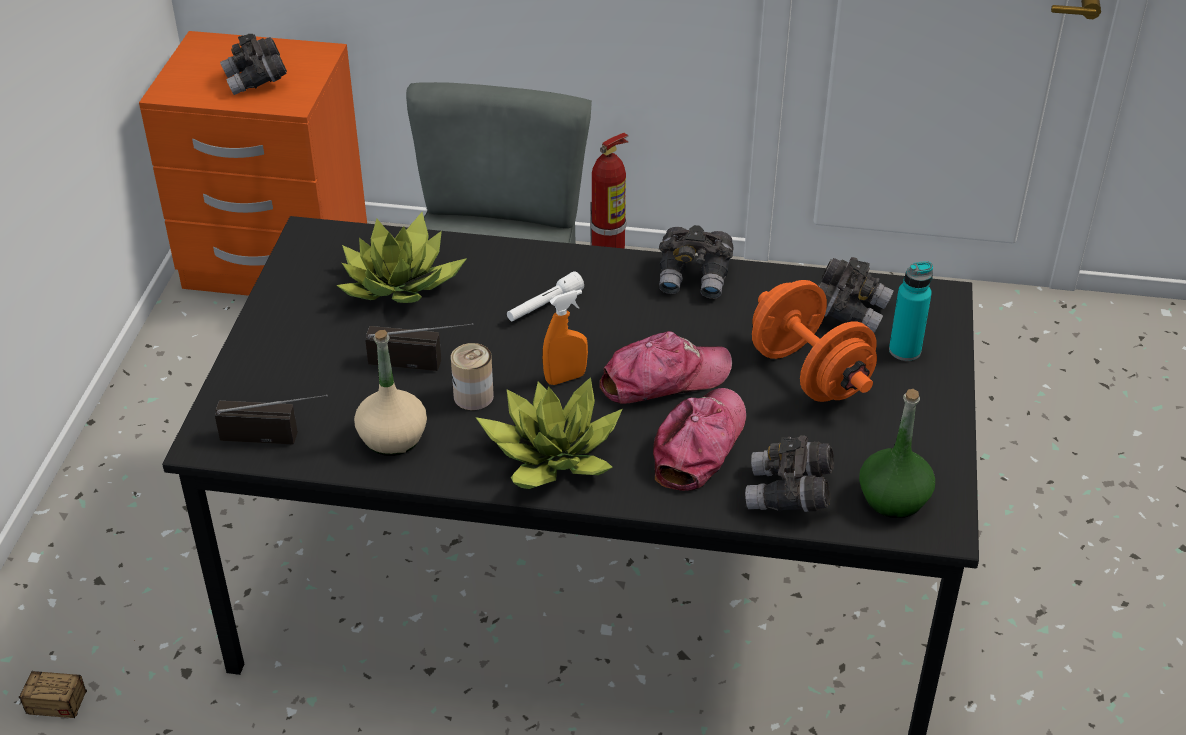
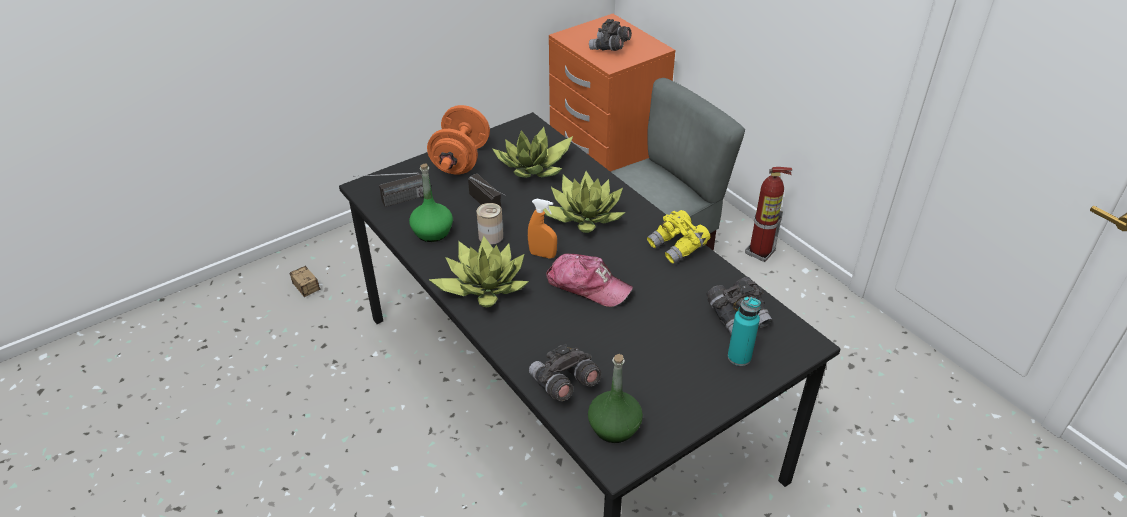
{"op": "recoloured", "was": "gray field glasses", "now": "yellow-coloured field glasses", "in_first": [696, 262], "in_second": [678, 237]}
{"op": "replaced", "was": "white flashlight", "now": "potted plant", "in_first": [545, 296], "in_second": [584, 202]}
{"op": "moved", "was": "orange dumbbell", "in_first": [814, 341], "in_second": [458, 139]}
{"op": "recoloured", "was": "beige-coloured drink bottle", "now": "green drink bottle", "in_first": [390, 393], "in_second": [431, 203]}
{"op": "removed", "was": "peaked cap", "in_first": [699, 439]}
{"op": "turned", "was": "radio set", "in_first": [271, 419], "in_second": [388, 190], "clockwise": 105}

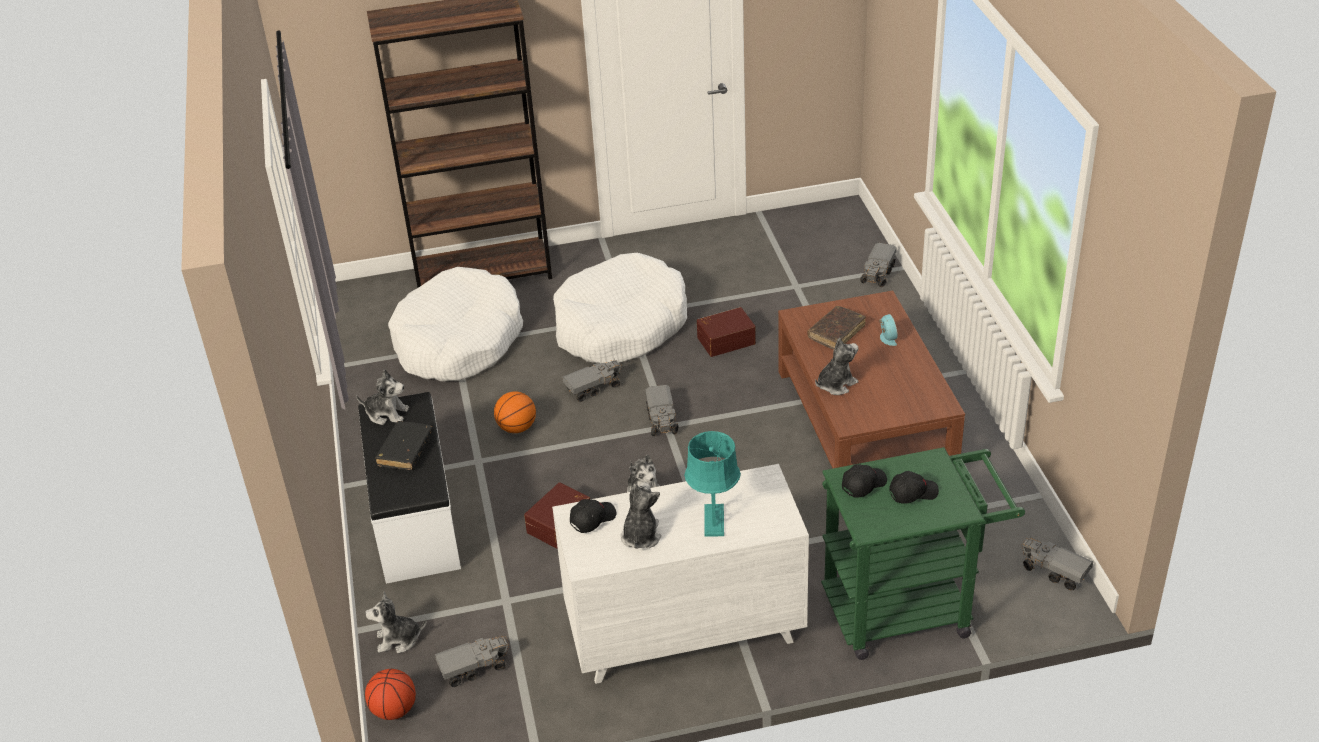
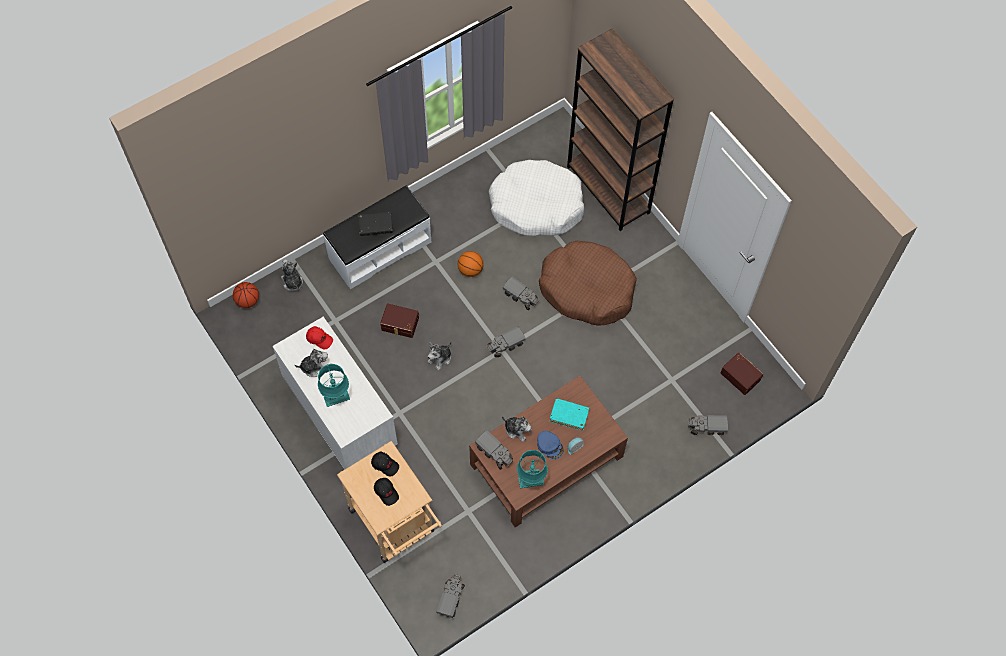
{"op": "recoloured", "was": "white dog cushion", "now": "brown-coloured dog cushion", "in_first": [620, 308], "in_second": [588, 283]}
{"op": "recoloured", "was": "brown-coloured volume", "now": "turquoise-coloured volume", "in_first": [837, 328], "in_second": [569, 414]}
{"op": "moved", "was": "brown-coloured storage container", "in_first": [726, 332], "in_second": [742, 373]}
{"op": "removed", "was": "cuddly toy", "in_first": [382, 397]}
{"op": "recoloured", "was": "green wheeled cart", "now": "beige-coloured wheeled cart", "in_first": [923, 553], "in_second": [389, 502]}
{"op": "recoloured", "was": "blackish peaked cap", "now": "red peaked cap", "in_first": [593, 516], "in_second": [319, 338]}
{"op": "moved", "was": "toy truck", "in_first": [472, 661], "in_second": [494, 450]}
{"op": "added", "now": "blue peaked cap", "in_second": [550, 445]}
{"op": "added", "now": "turquoise-coloured table lamp", "in_second": [532, 469]}

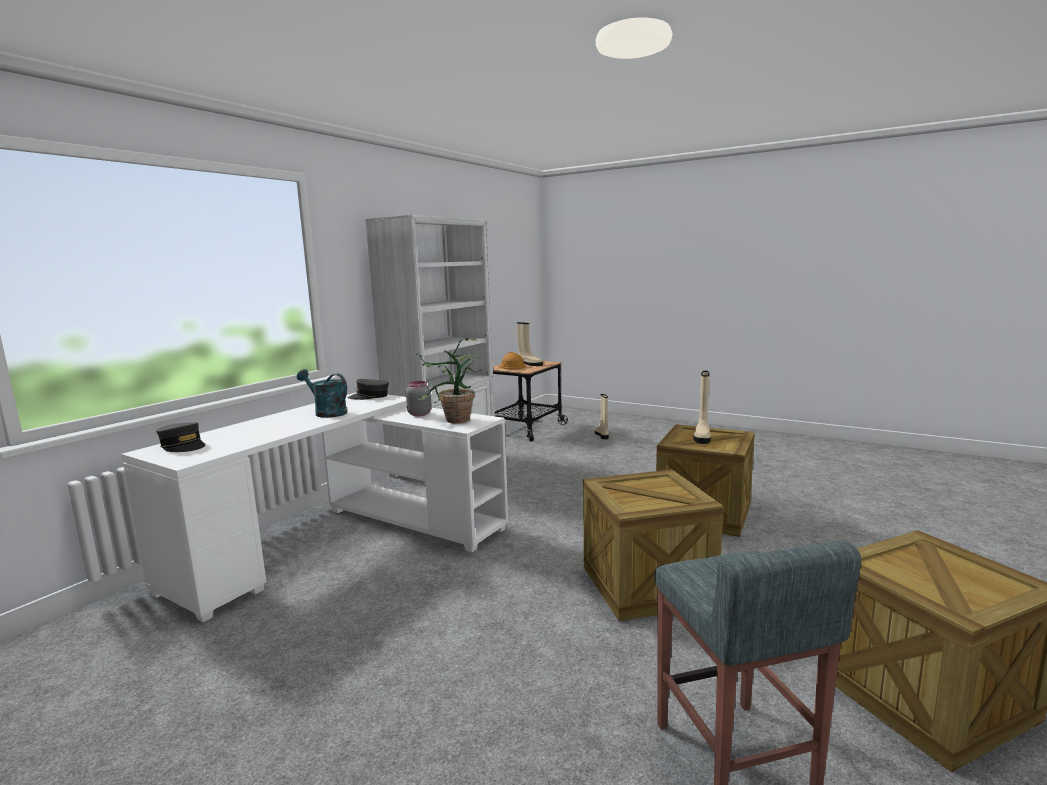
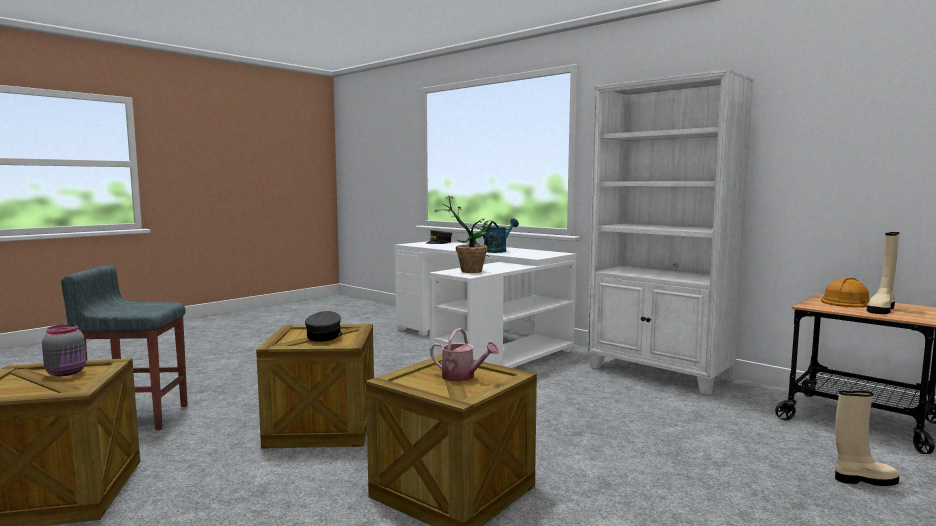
{"op": "replaced", "was": "beige-coloured boot", "now": "sprinkling can", "in_first": [702, 407], "in_second": [464, 355]}
{"op": "moved", "was": "gray peaked cap", "in_first": [368, 389], "in_second": [323, 326]}
{"op": "moved", "was": "gray jar", "in_first": [419, 398], "in_second": [64, 350]}

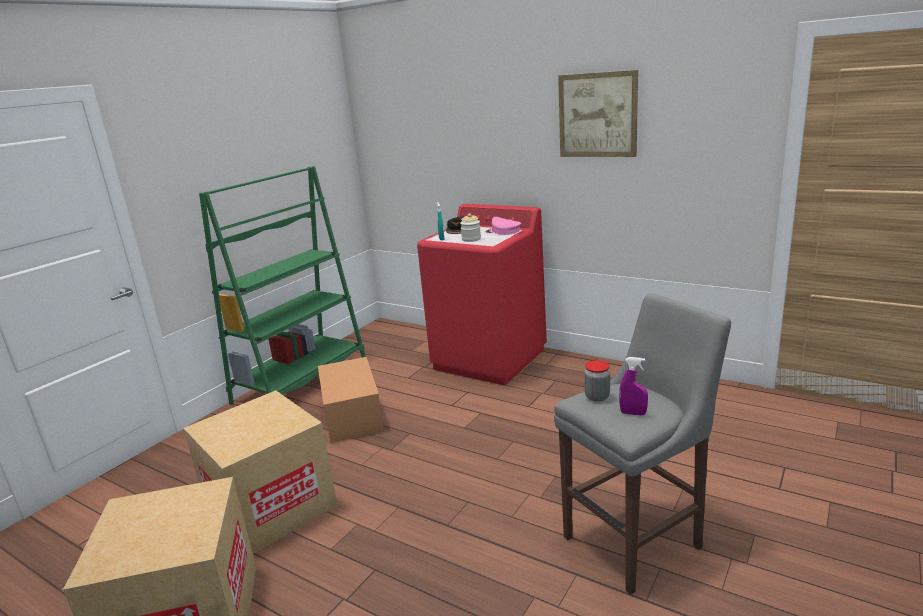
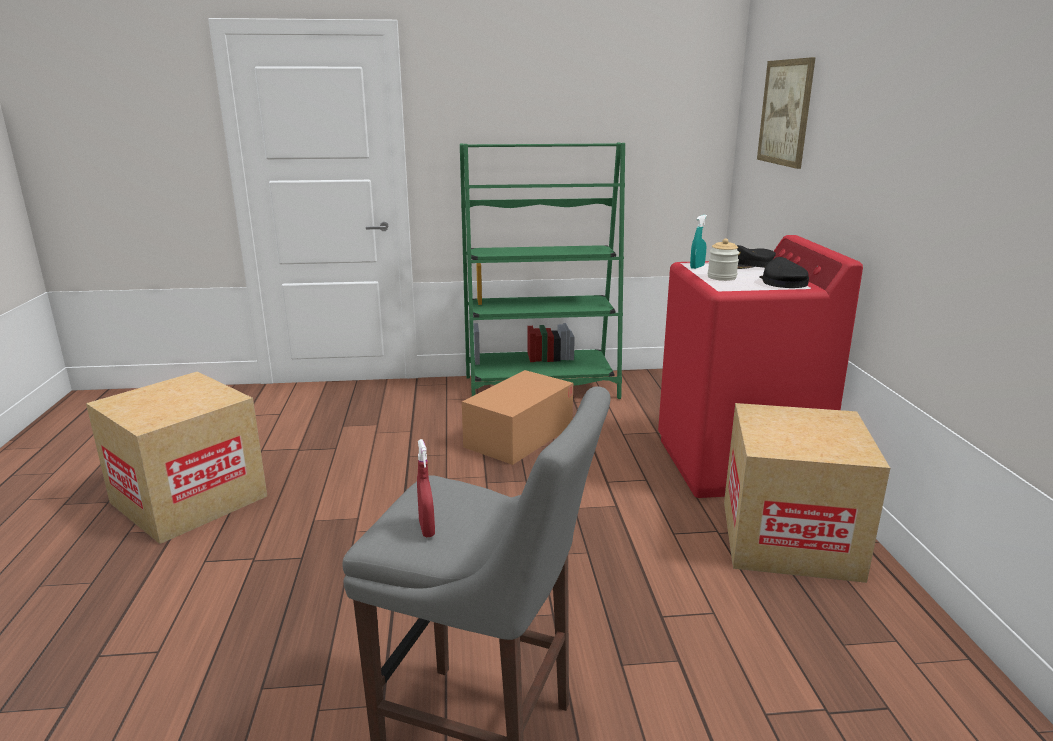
{"op": "moved", "was": "picture", "in_first": [598, 113], "in_second": [786, 113]}
{"op": "recoloured", "was": "pinkish peaked cap", "now": "blackish peaked cap", "in_first": [503, 226], "in_second": [784, 272]}
{"op": "recoloured", "was": "purple-coloured spray bottle", "now": "red spray bottle", "in_first": [633, 386], "in_second": [426, 488]}
{"op": "removed", "was": "jar", "in_first": [597, 381]}
{"op": "moved", "was": "cardboard box", "in_first": [260, 472], "in_second": [807, 493]}

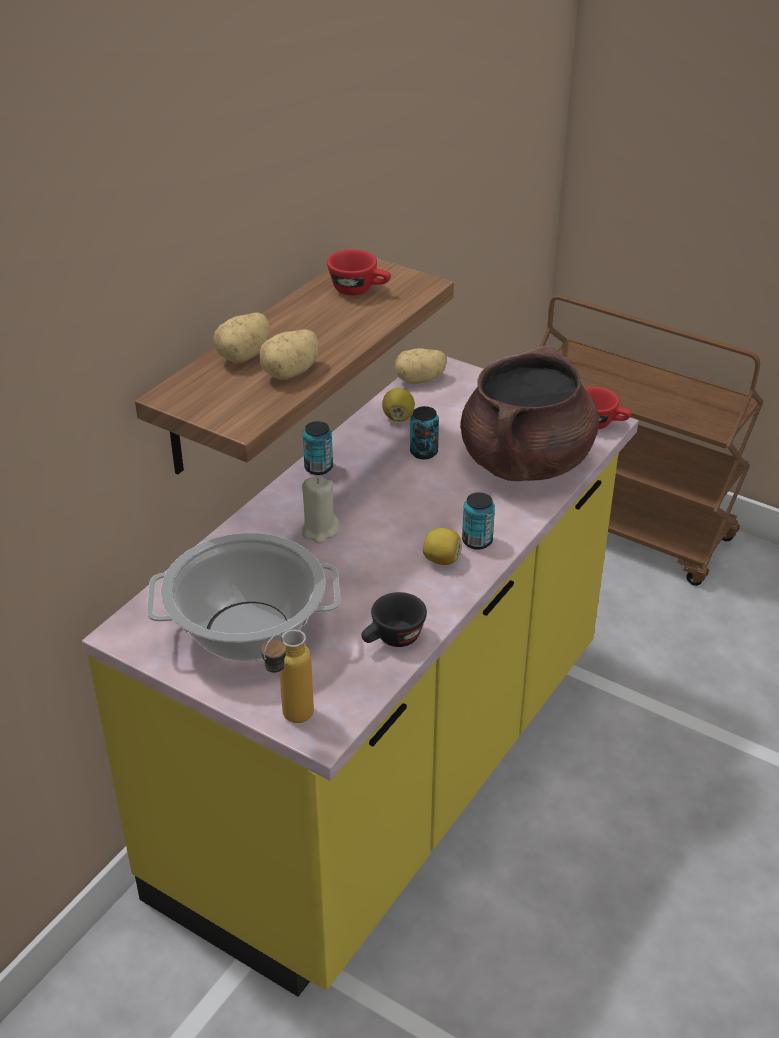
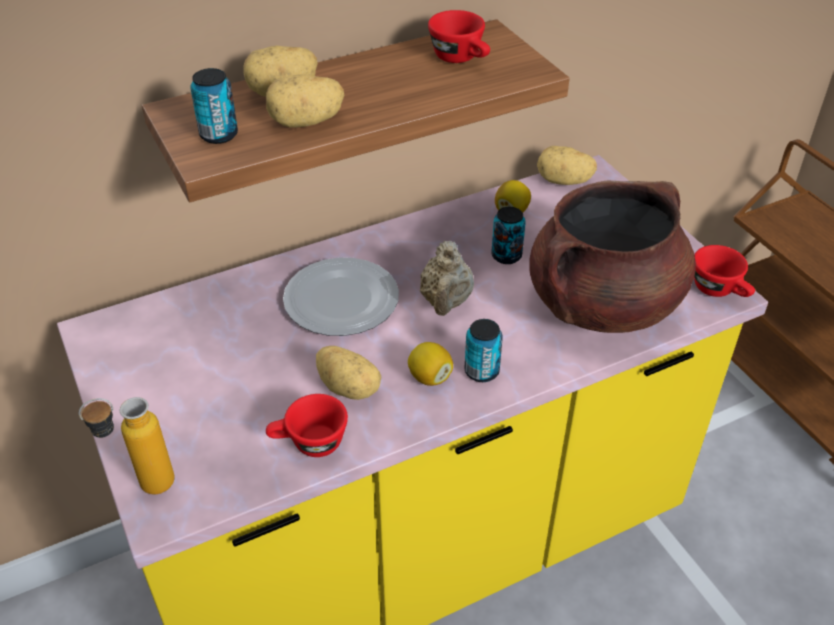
{"op": "moved", "was": "sealed can", "in_first": [318, 448], "in_second": [214, 106]}
{"op": "replaced", "was": "beige-coloured wax light", "now": "flat dish", "in_first": [320, 510], "in_second": [341, 296]}
{"op": "removed", "was": "cooking pot", "in_first": [243, 597]}
{"op": "recoloured", "was": "blackish cup", "now": "red cup", "in_first": [394, 619], "in_second": [307, 425]}
{"op": "added", "now": "beige-coloured tea pot", "in_second": [447, 278]}
{"op": "added", "now": "potato", "in_second": [348, 373]}

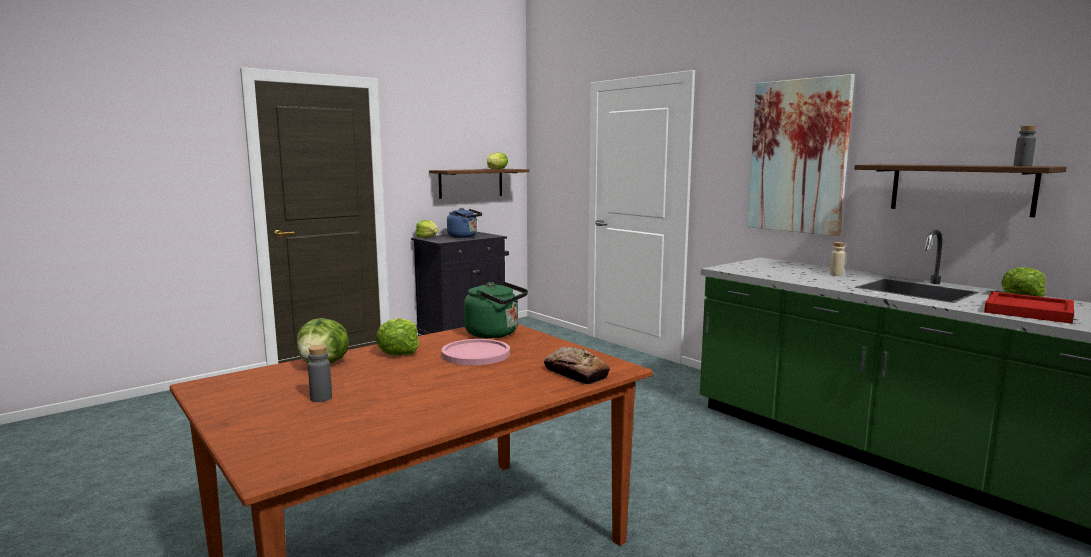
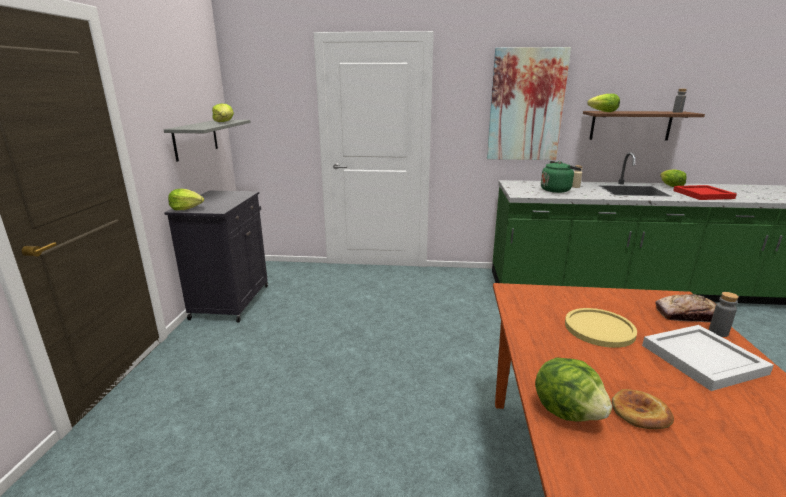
{"op": "recoloured", "was": "brown-coloured bracket shelf", "now": "gray bracket shelf", "in_first": [479, 184], "in_second": [207, 141]}
{"op": "removed", "was": "blue tea kettle", "in_first": [464, 223]}
{"op": "moved", "was": "green tea kettle", "in_first": [496, 309], "in_second": [561, 177]}
{"op": "moved", "was": "lettuce head", "in_first": [397, 336], "in_second": [603, 103]}
{"op": "recoloured", "was": "pinkish flat dish", "now": "yellow-coloured flat dish", "in_first": [475, 352], "in_second": [601, 328]}
{"op": "moved", "was": "gray drink bottle", "in_first": [320, 373], "in_second": [724, 314]}
{"op": "added", "now": "white serving tray", "in_second": [708, 358]}
{"op": "added", "now": "bakery bread", "in_second": [643, 409]}

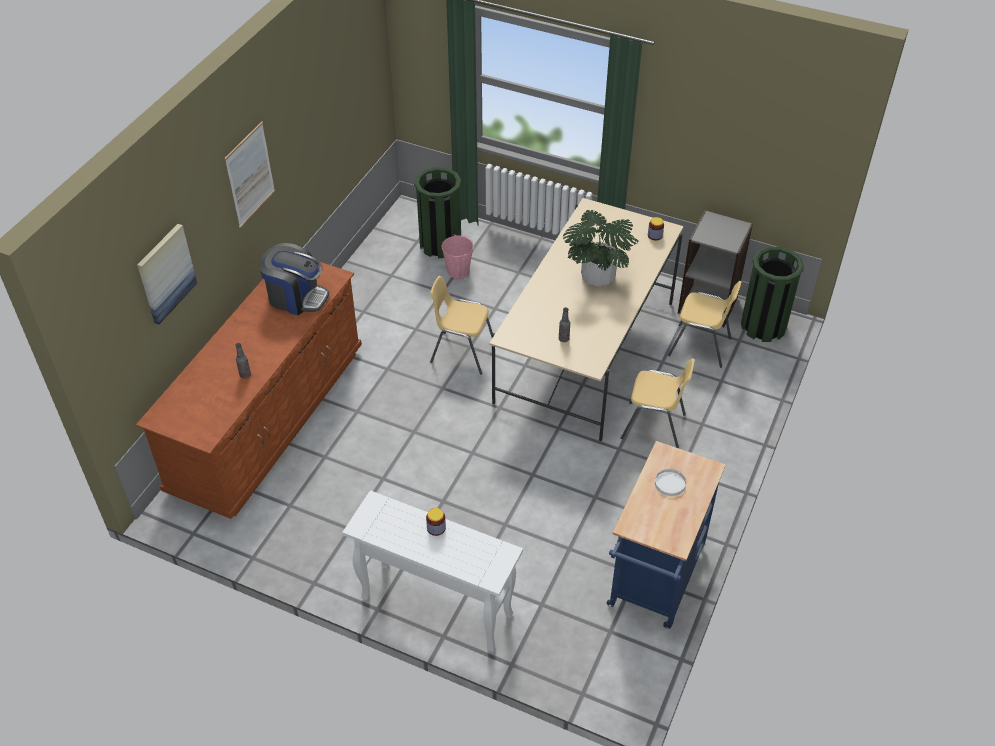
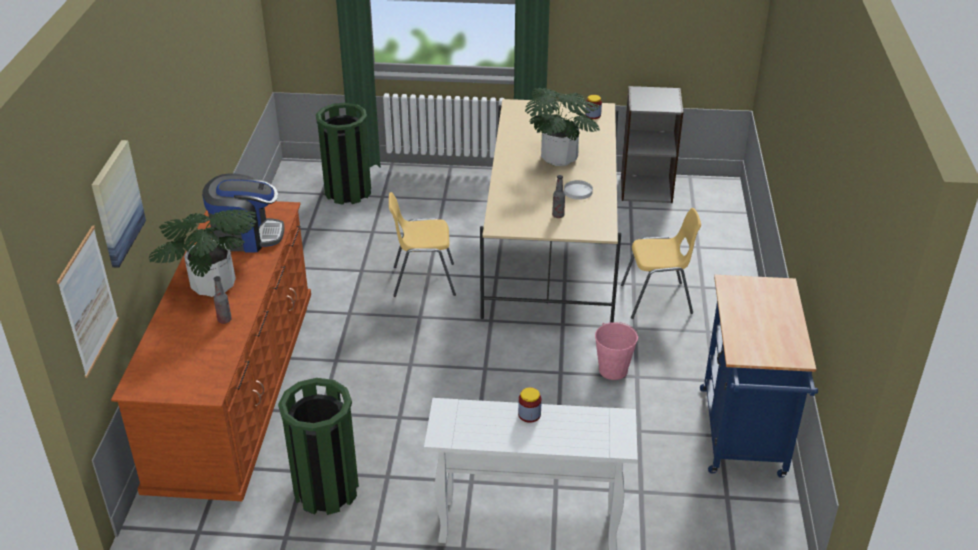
{"op": "moved", "was": "picture", "in_first": [250, 174], "in_second": [88, 301]}
{"op": "moved", "was": "pinkish water bucket", "in_first": [458, 256], "in_second": [616, 351]}
{"op": "moved", "was": "green rubbish bin", "in_first": [772, 294], "in_second": [318, 446]}
{"op": "removed", "was": "yellow-coloured plain chair", "in_first": [705, 324]}
{"op": "moved", "was": "white flat dish", "in_first": [670, 482], "in_second": [578, 190]}
{"op": "added", "now": "potted plant", "in_second": [203, 253]}

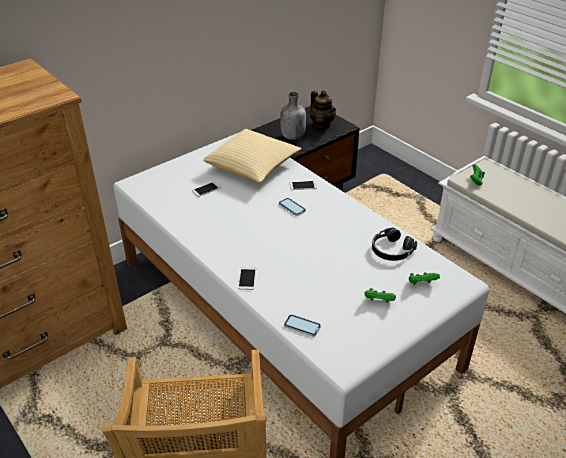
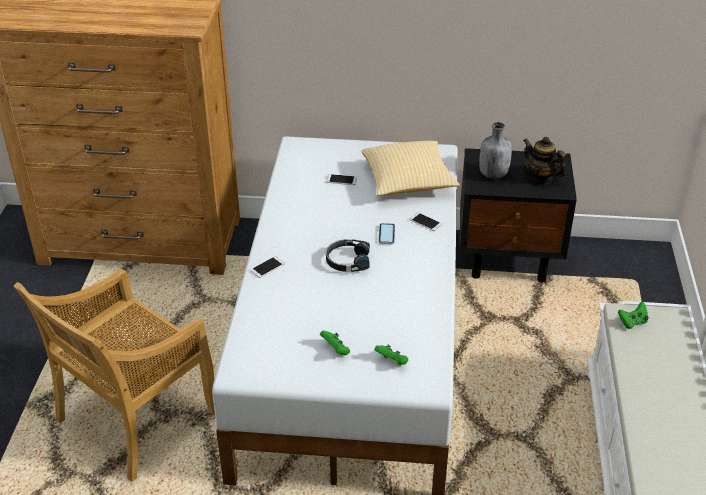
{"op": "turned", "was": "tea pot", "in_first": [322, 110], "in_second": [544, 161], "clockwise": 120}
{"op": "moved", "was": "blackish headphones", "in_first": [395, 244], "in_second": [348, 255]}
{"op": "removed", "was": "handset", "in_first": [302, 325]}

